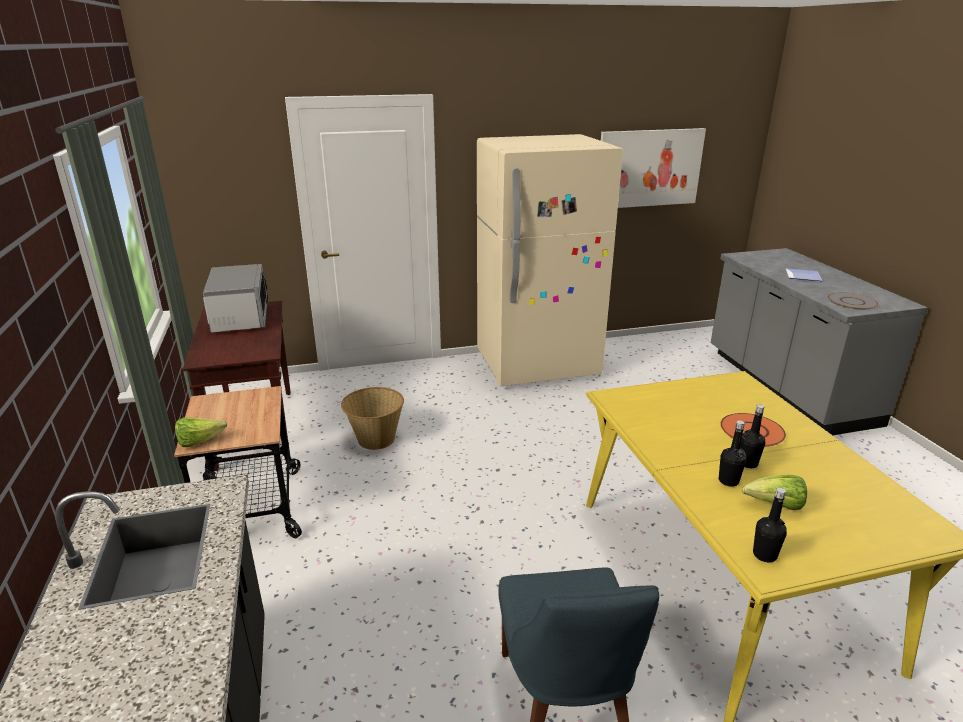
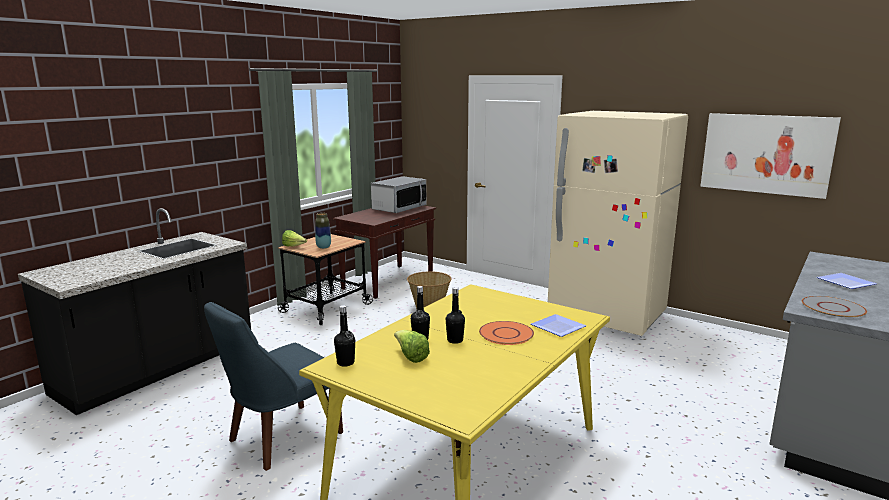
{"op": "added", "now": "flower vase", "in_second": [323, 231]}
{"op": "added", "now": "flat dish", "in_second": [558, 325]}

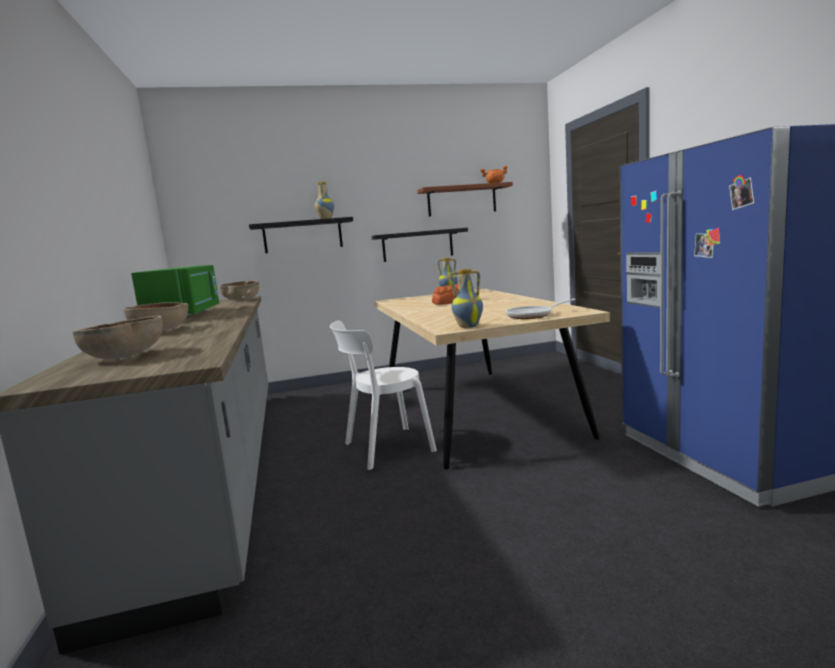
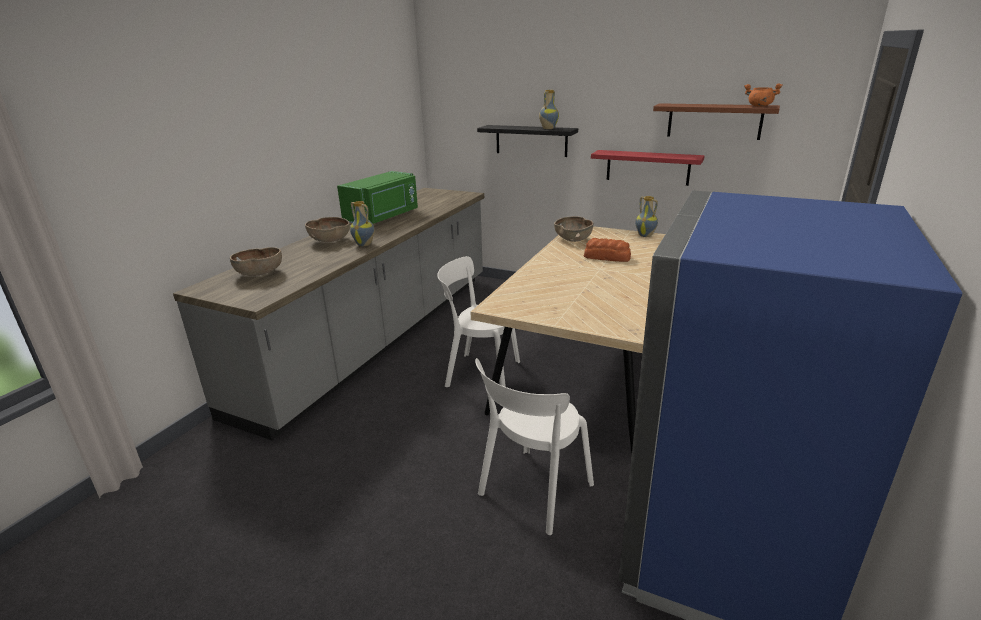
{"op": "recoloured", "was": "blackish bracket shelf", "now": "red bracket shelf", "in_first": [420, 245], "in_second": [648, 168]}
{"op": "moved", "was": "flower vase", "in_first": [466, 298], "in_second": [362, 223]}
{"op": "moved", "was": "brown-coloured deep dish", "in_first": [239, 291], "in_second": [573, 229]}
{"op": "removed", "was": "frying pan", "in_first": [541, 308]}
{"op": "added", "now": "white plain chair", "in_second": [534, 446]}

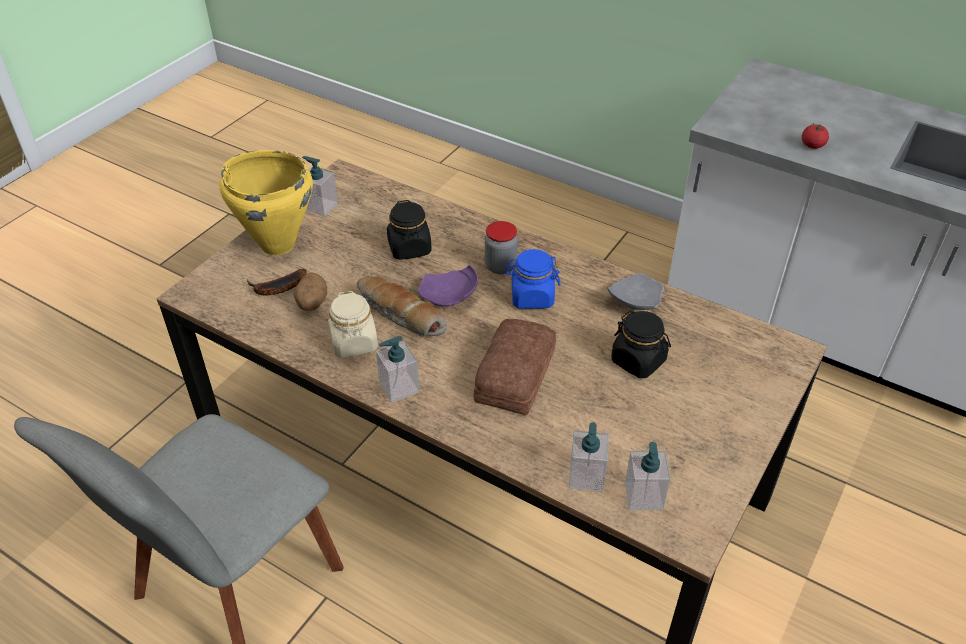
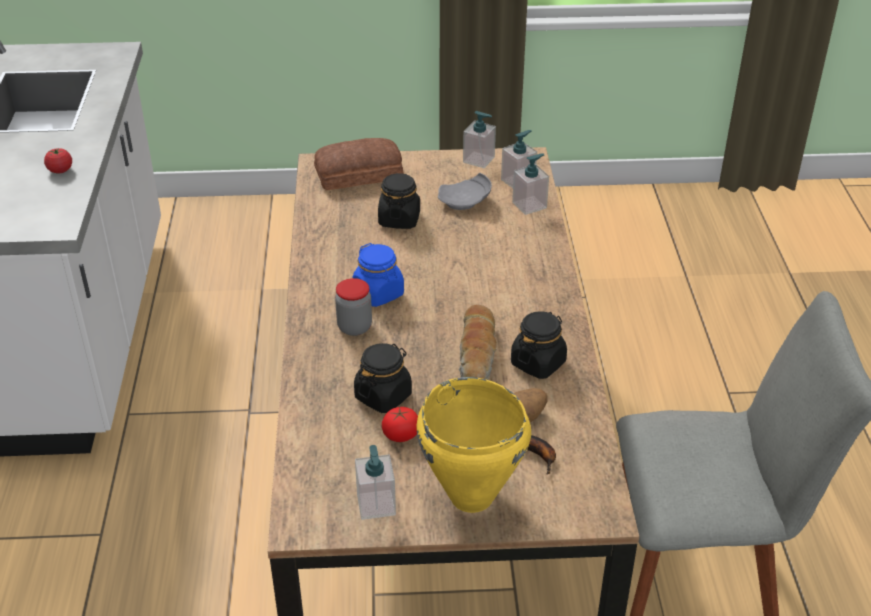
{"op": "removed", "was": "purple-coloured flat dish", "in_first": [448, 285]}
{"op": "moved", "was": "gray flat dish", "in_first": [635, 291], "in_second": [465, 191]}
{"op": "recoloured", "was": "beige-coloured jar", "now": "blackish jar", "in_first": [353, 324], "in_second": [539, 345]}
{"op": "moved", "was": "bakery bread", "in_first": [514, 367], "in_second": [358, 164]}
{"op": "moved", "was": "liquid soap bottle", "in_first": [398, 369], "in_second": [479, 139]}
{"op": "added", "now": "fresh tomato", "in_second": [400, 424]}

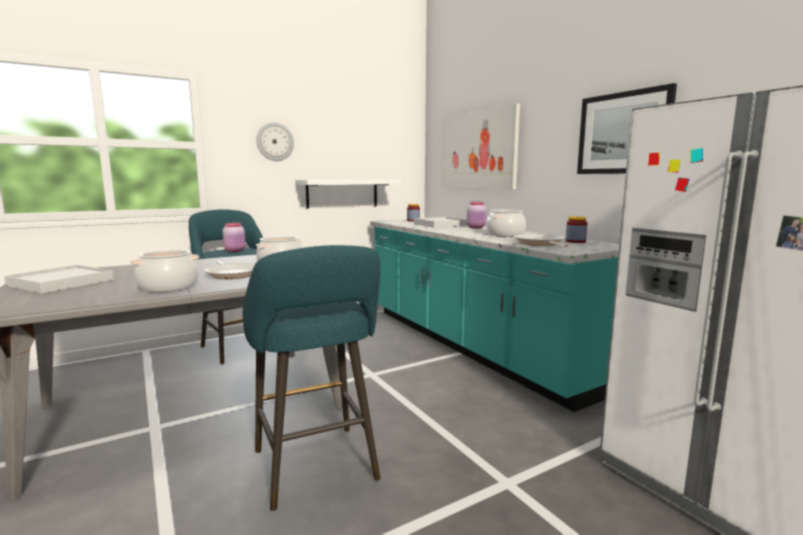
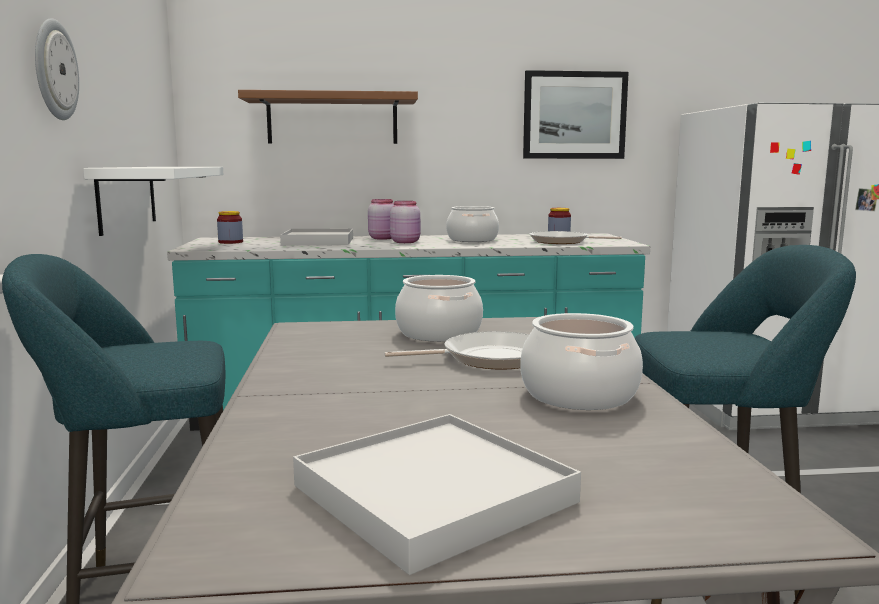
{"op": "replaced", "was": "picture", "now": "brown-coloured bracket shelf", "in_first": [480, 146], "in_second": [328, 117]}
{"op": "moved", "was": "pinkish jar", "in_first": [234, 237], "in_second": [405, 222]}

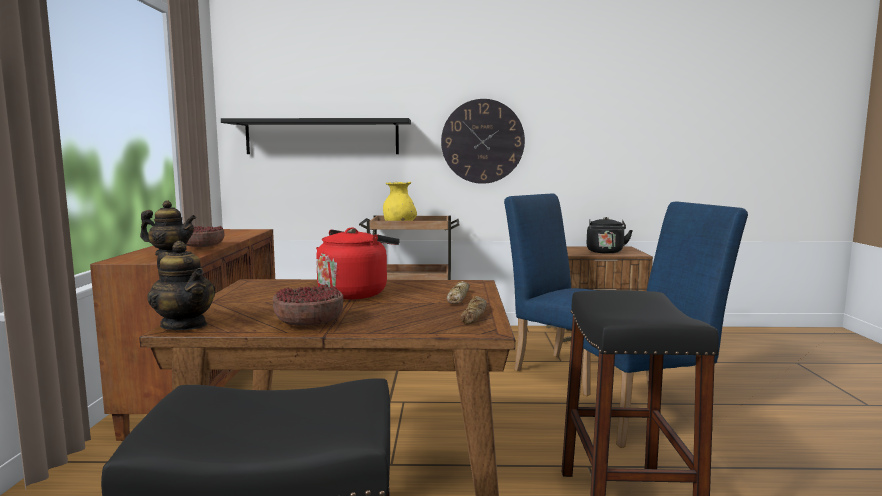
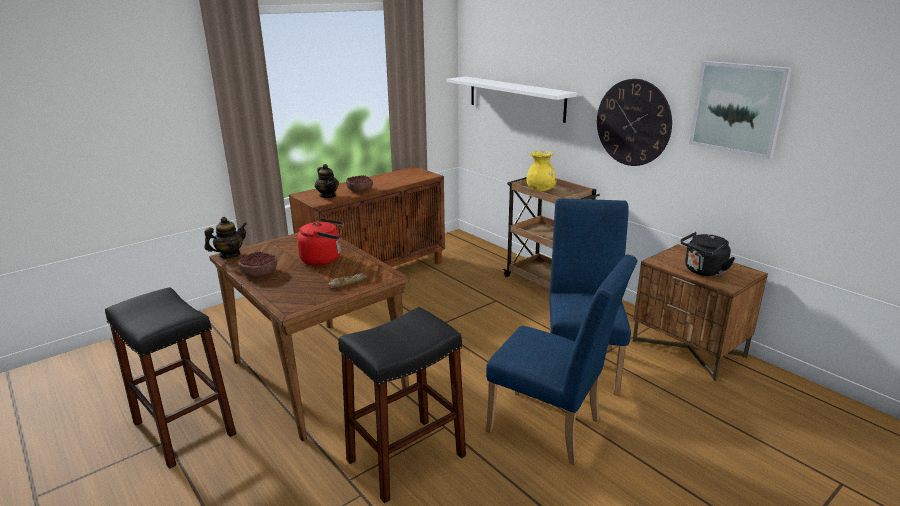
{"op": "recoloured", "was": "blackish bracket shelf", "now": "white bracket shelf", "in_first": [316, 136], "in_second": [511, 99]}
{"op": "turned", "was": "tea pot", "in_first": [181, 285], "in_second": [226, 238], "clockwise": -135}
{"op": "removed", "was": "bakery bread", "in_first": [473, 310]}
{"op": "added", "now": "picture", "in_second": [740, 110]}

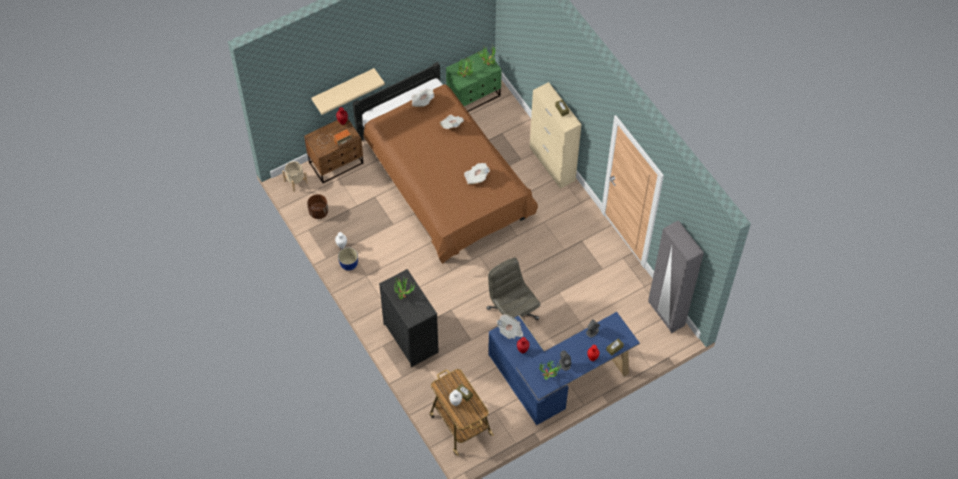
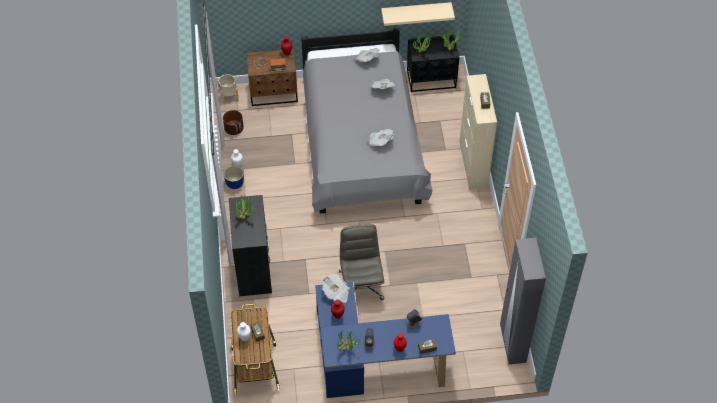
{"op": "recoloured", "was": "green night table", "now": "blackish night table", "in_first": [474, 80], "in_second": [433, 63]}
{"op": "recoloured", "was": "brown-coloured bedroom bed", "now": "gray bedroom bed", "in_first": [445, 163], "in_second": [366, 121]}
{"op": "moved", "was": "beige-coloured bracket shelf", "in_first": [348, 91], "in_second": [418, 14]}

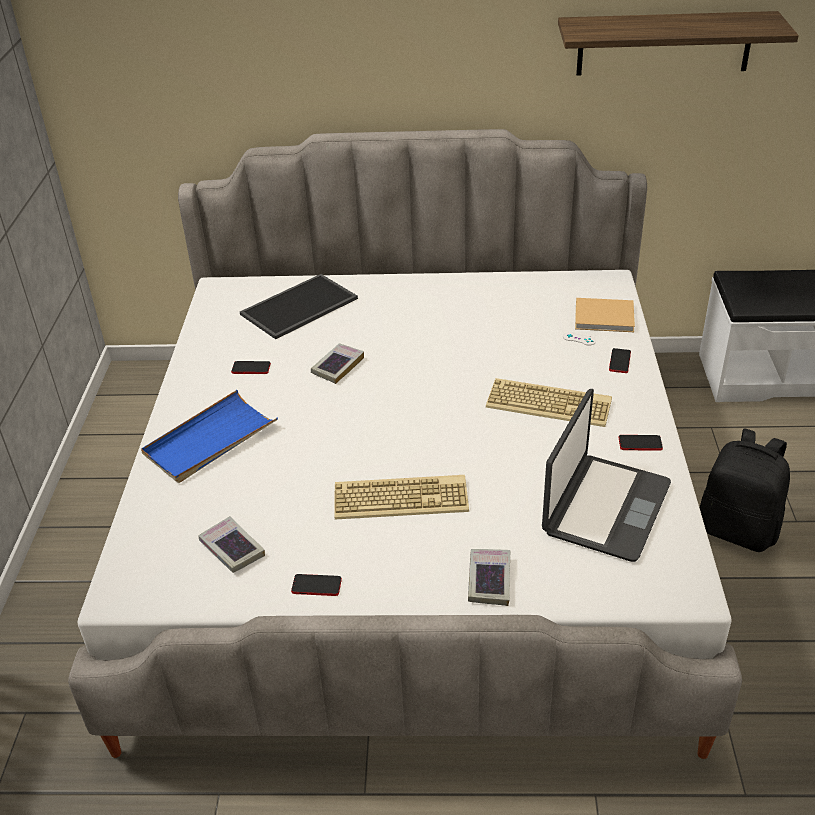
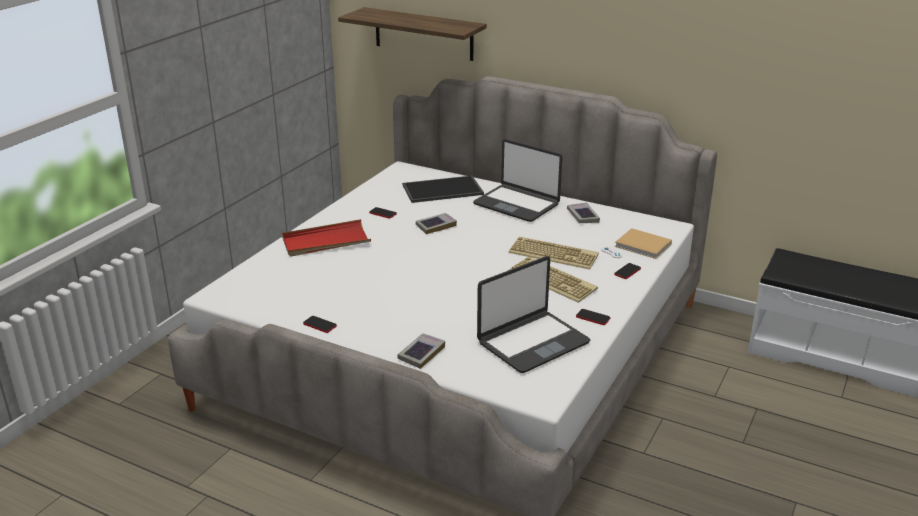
{"op": "moved", "was": "bracket shelf", "in_first": [678, 43], "in_second": [412, 34]}
{"op": "recoloured", "was": "blue serving tray", "now": "red serving tray", "in_first": [209, 436], "in_second": [326, 237]}
{"op": "removed", "was": "blackish knapsack", "in_first": [745, 490]}
{"op": "moved", "was": "computer keyboard", "in_first": [401, 497], "in_second": [554, 253]}
{"op": "moved", "was": "volume", "in_first": [231, 544], "in_second": [583, 213]}
{"op": "added", "now": "laptop", "in_second": [518, 180]}

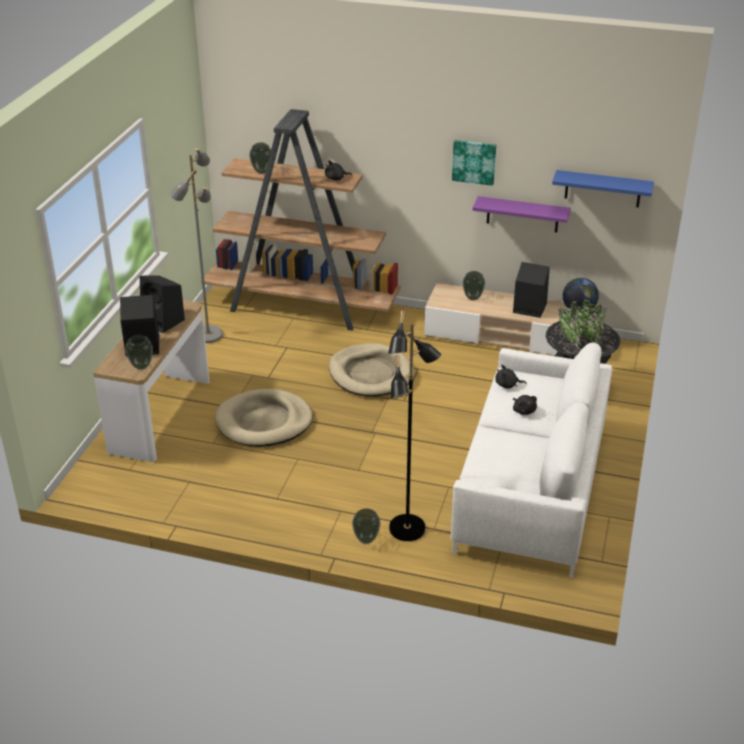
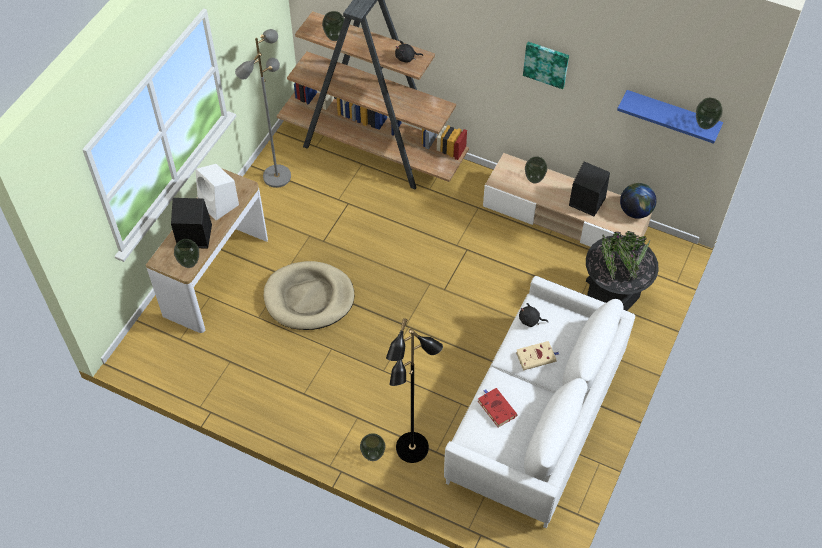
{"op": "removed", "was": "purple-coloured bracket shelf", "in_first": [521, 214]}
{"op": "recoloured", "was": "blackish audio speaker", "now": "white audio speaker", "in_first": [162, 304], "in_second": [217, 192]}
{"op": "removed", "was": "beige-coloured dog cushion", "in_first": [371, 370]}
{"op": "replaced", "was": "blackish cuddly toy", "now": "beige-coloured volume", "in_first": [525, 405], "in_second": [537, 355]}
{"op": "added", "now": "flower vase", "in_second": [709, 113]}
{"op": "added", "now": "red volume", "in_second": [498, 408]}

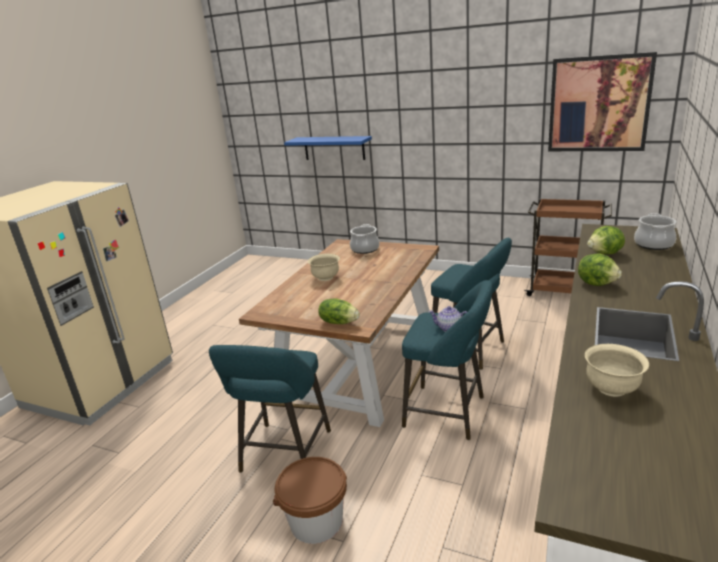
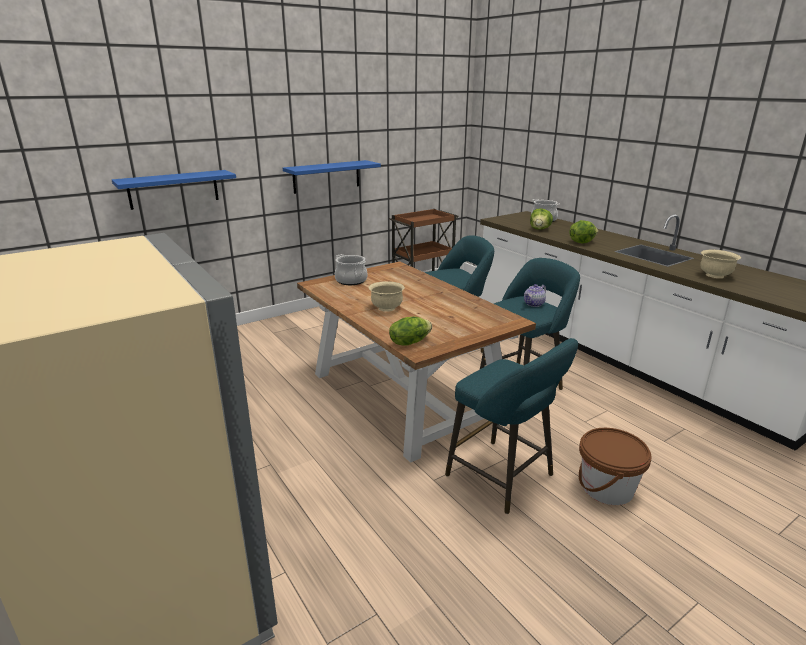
{"op": "removed", "was": "picture", "in_first": [602, 101]}
{"op": "moved", "was": "lettuce head", "in_first": [339, 311], "in_second": [410, 331]}
{"op": "added", "now": "blue bracket shelf", "in_second": [332, 177]}

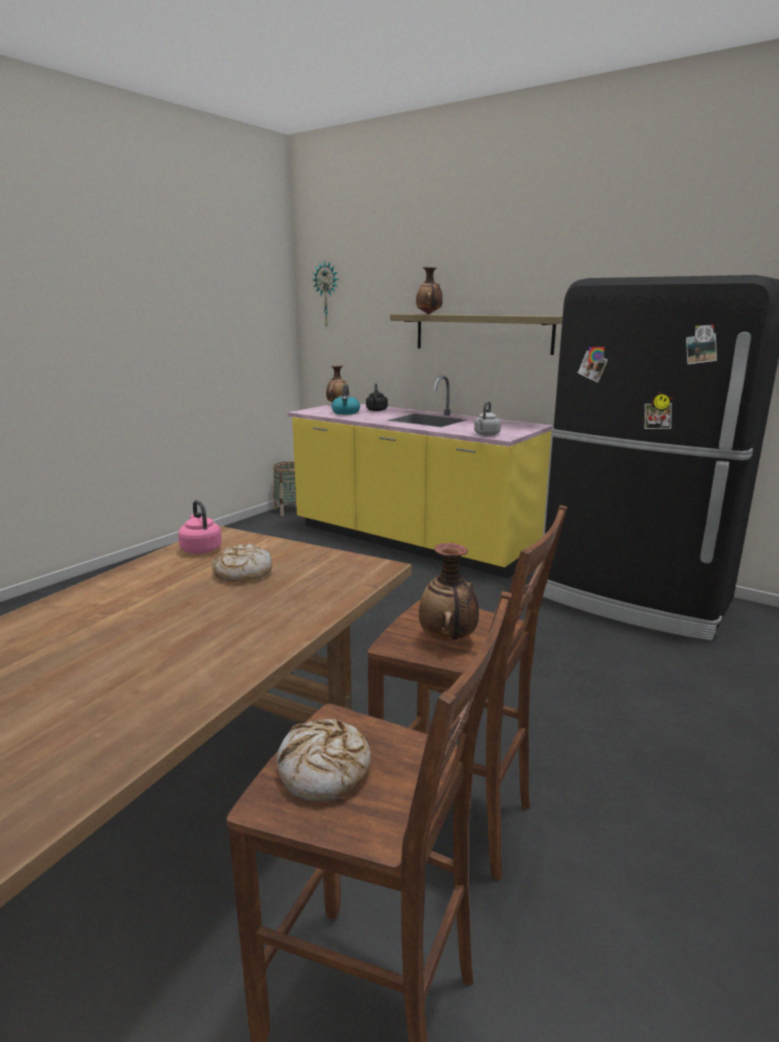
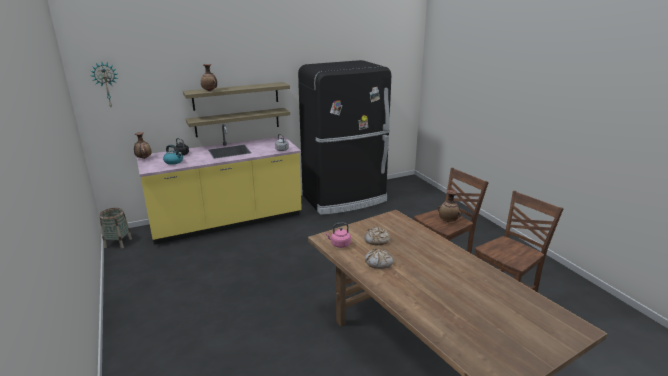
{"op": "moved", "was": "bakery bread", "in_first": [324, 760], "in_second": [379, 259]}
{"op": "added", "now": "bracket shelf", "in_second": [238, 122]}

